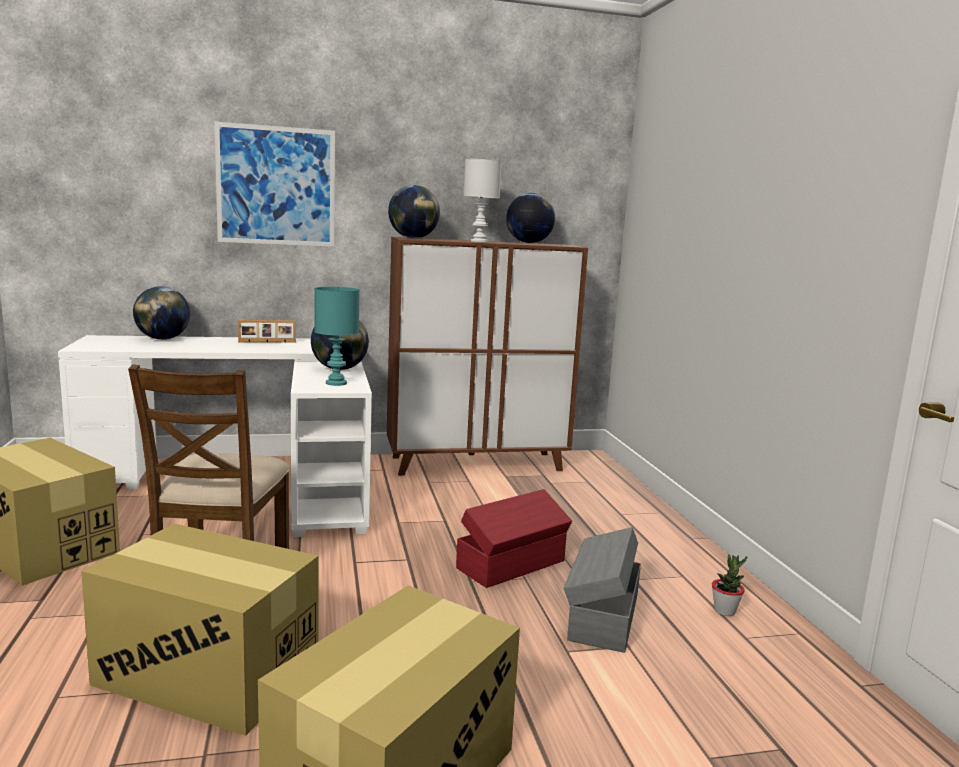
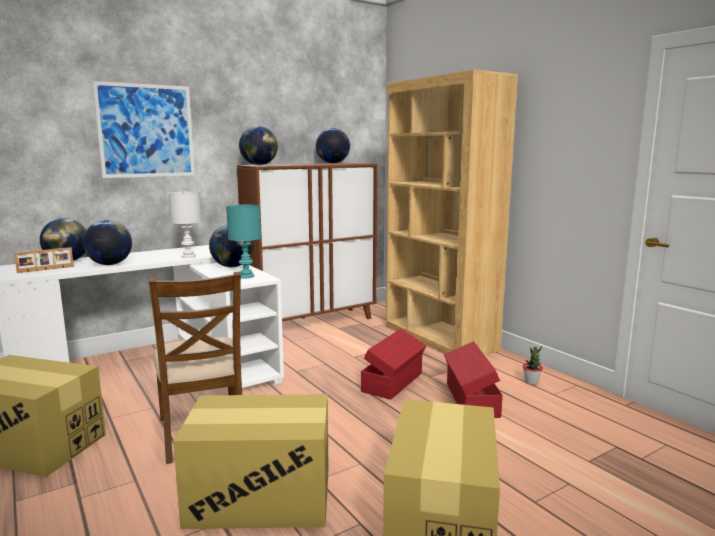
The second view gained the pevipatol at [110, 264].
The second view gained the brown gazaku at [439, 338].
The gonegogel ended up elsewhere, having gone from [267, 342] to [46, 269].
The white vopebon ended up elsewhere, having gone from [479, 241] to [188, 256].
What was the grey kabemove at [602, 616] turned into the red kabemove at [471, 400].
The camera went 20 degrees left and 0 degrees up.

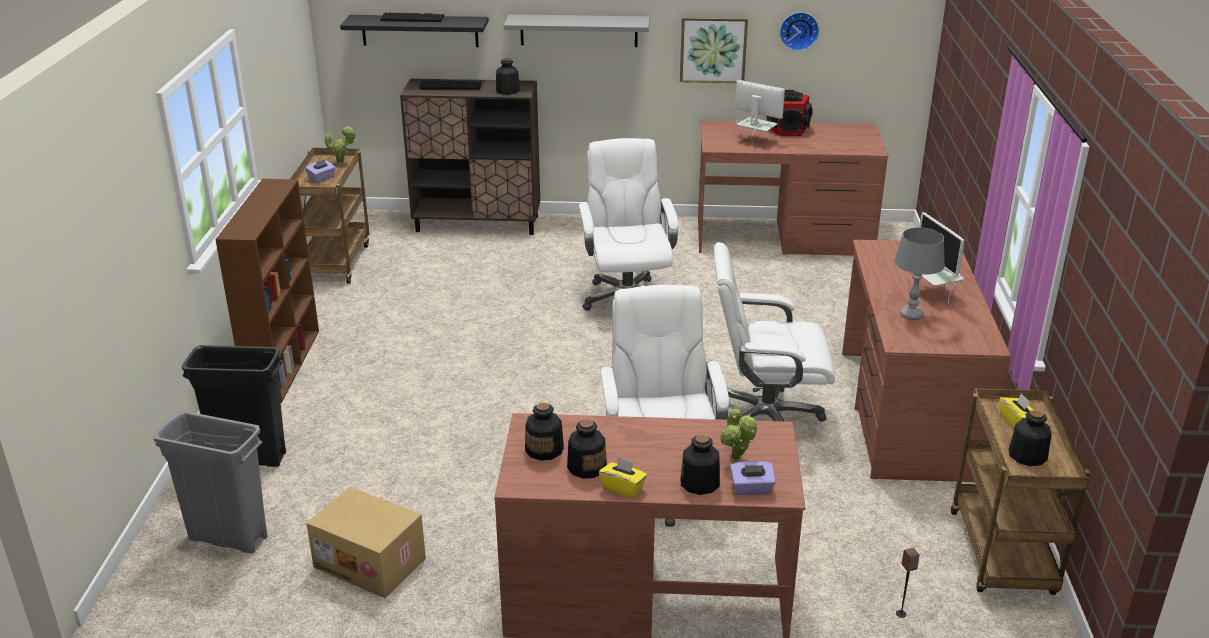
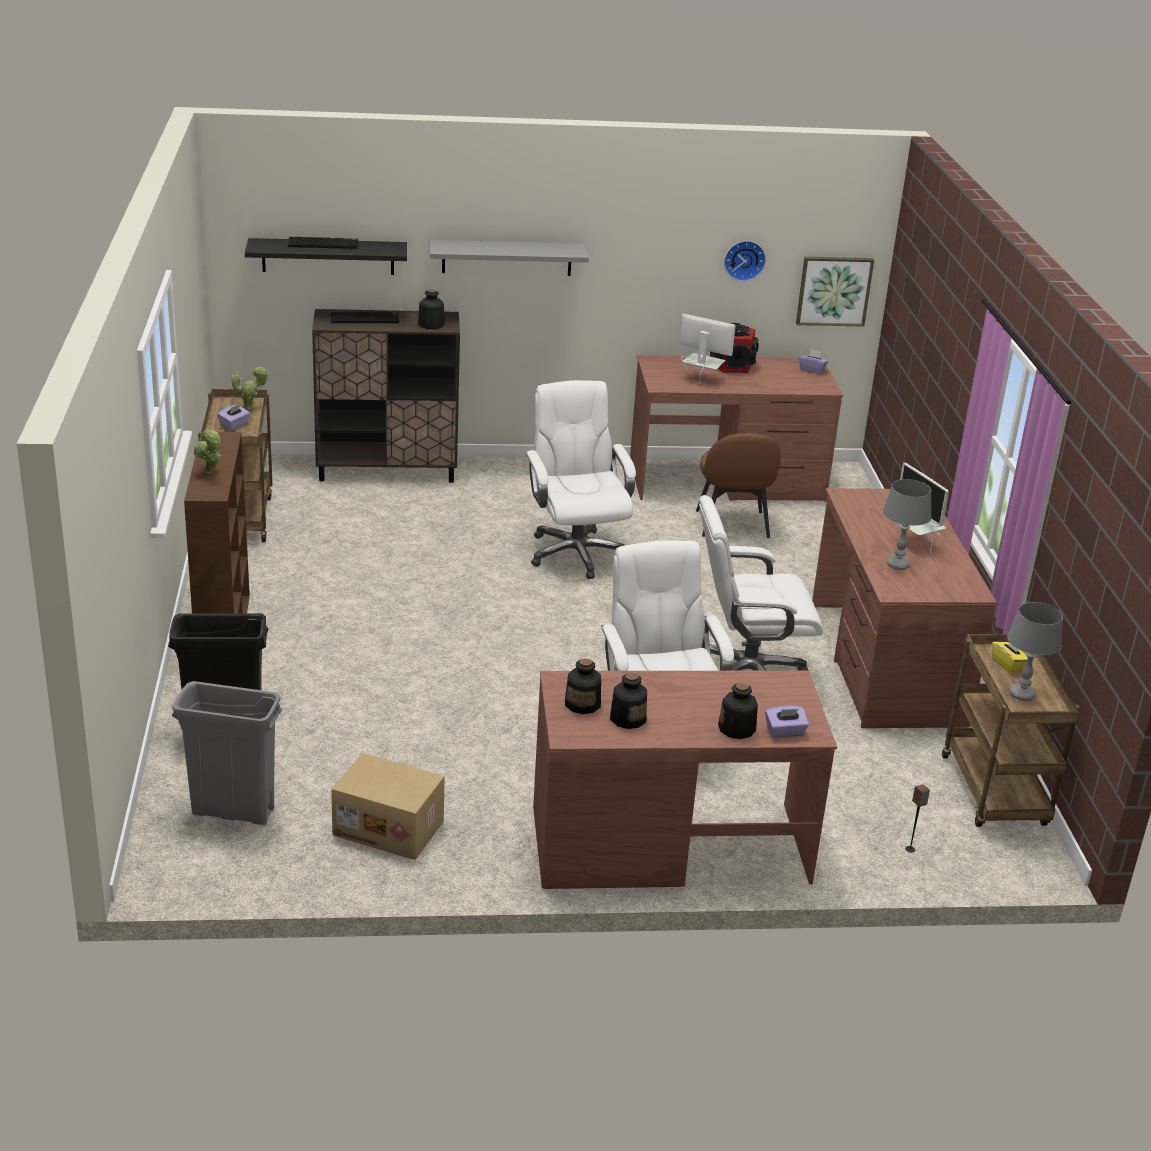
The second view lost the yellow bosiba at [623, 488].
The second view gained the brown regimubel at [732, 525].
The second view gained the purple bosiba at [812, 370].
The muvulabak ended up elsewhere, having gone from [713, 49] to [834, 290].
The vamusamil ended up elsewhere, having gone from [736, 460] to [210, 472].
Where the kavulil stood at [1027, 456], the grey vopebon came to stand at [1022, 695].
The camera went 10 degrees left and 0 degrees up.

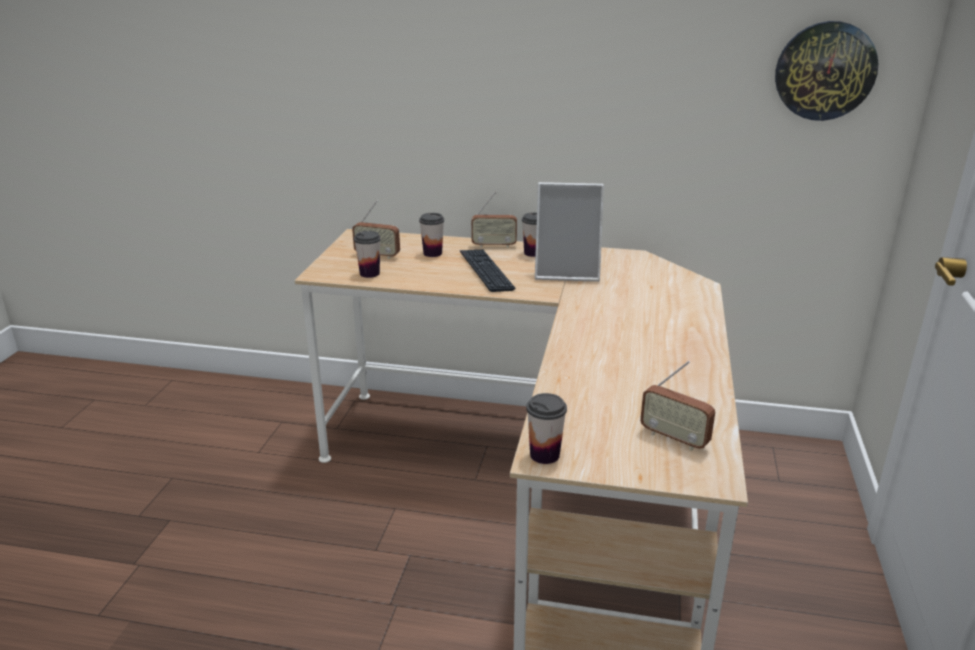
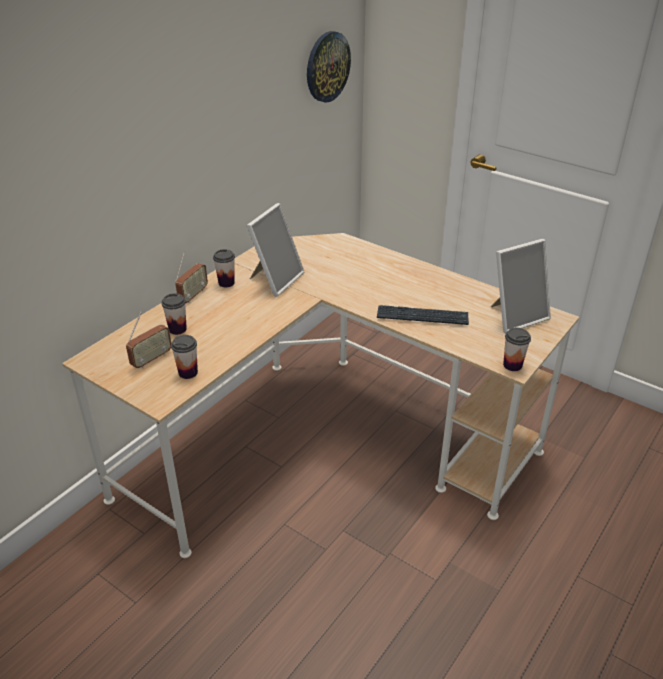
The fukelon ended up elsewhere, having gone from [486, 271] to [422, 317].
Where the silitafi stood at [674, 438], the gonegogel came to stand at [515, 316].
The camera went 65 degrees left and 10 degrees up.

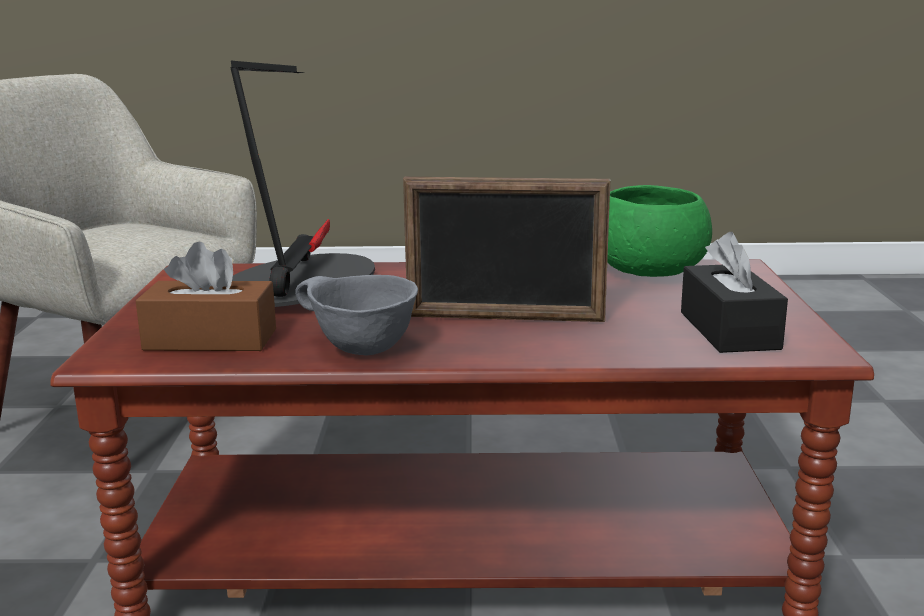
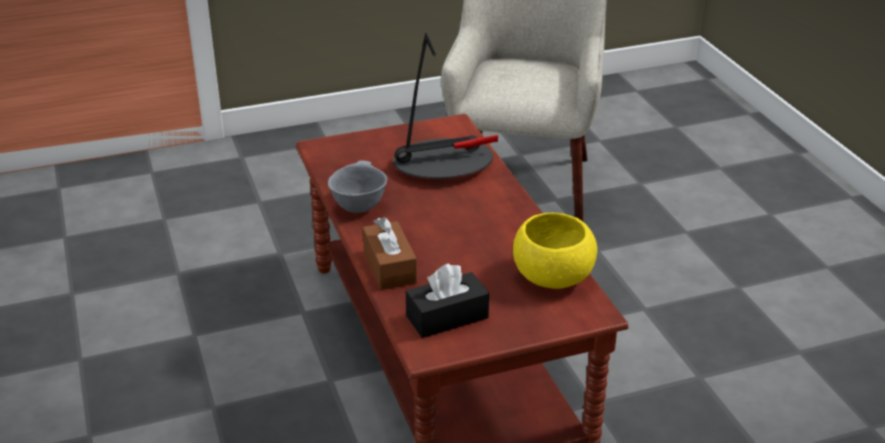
The second view lost the gonegogel at [505, 318].
The brown bosiba ended up elsewhere, having gone from [210, 339] to [389, 267].
What was the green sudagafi at [649, 273] turned into the yellow sudagafi at [552, 277].
The camera went 70 degrees right and 15 degrees up.

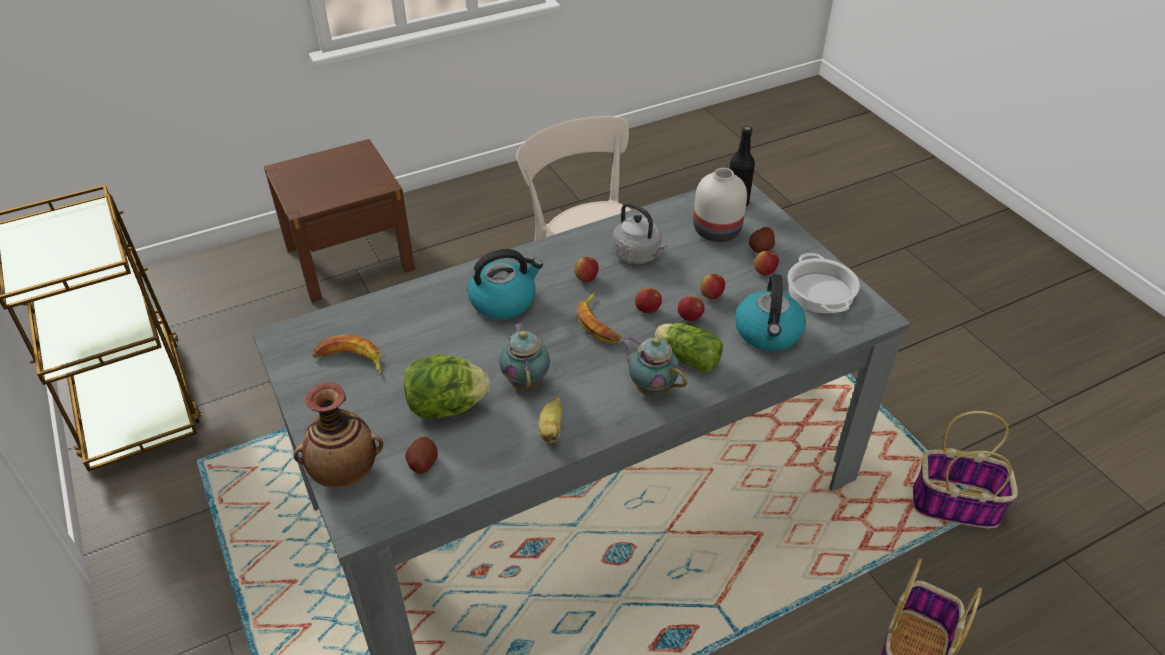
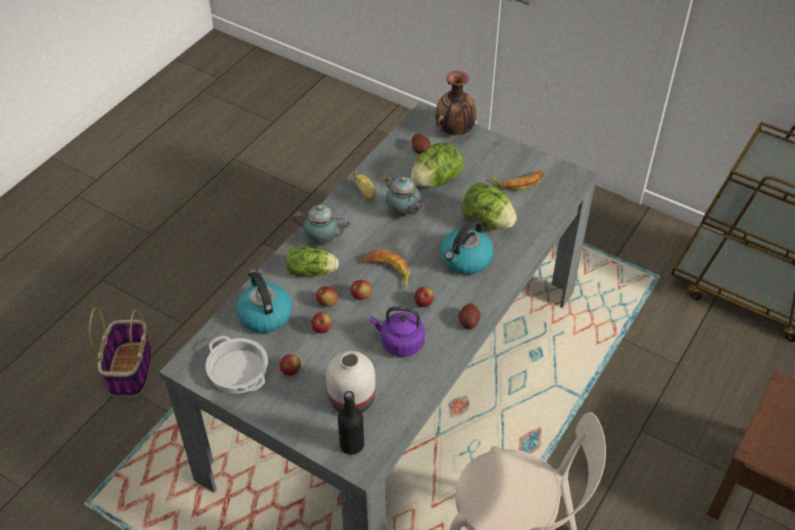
The second view lost the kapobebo at [956, 504].
The second view gained the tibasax at [486, 222].
The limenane ended up elsewhere, having gone from [761, 248] to [468, 322].
What was the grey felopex at [638, 255] turned into the purple felopex at [400, 343].
The camera went 150 degrees right and 5 degrees up.

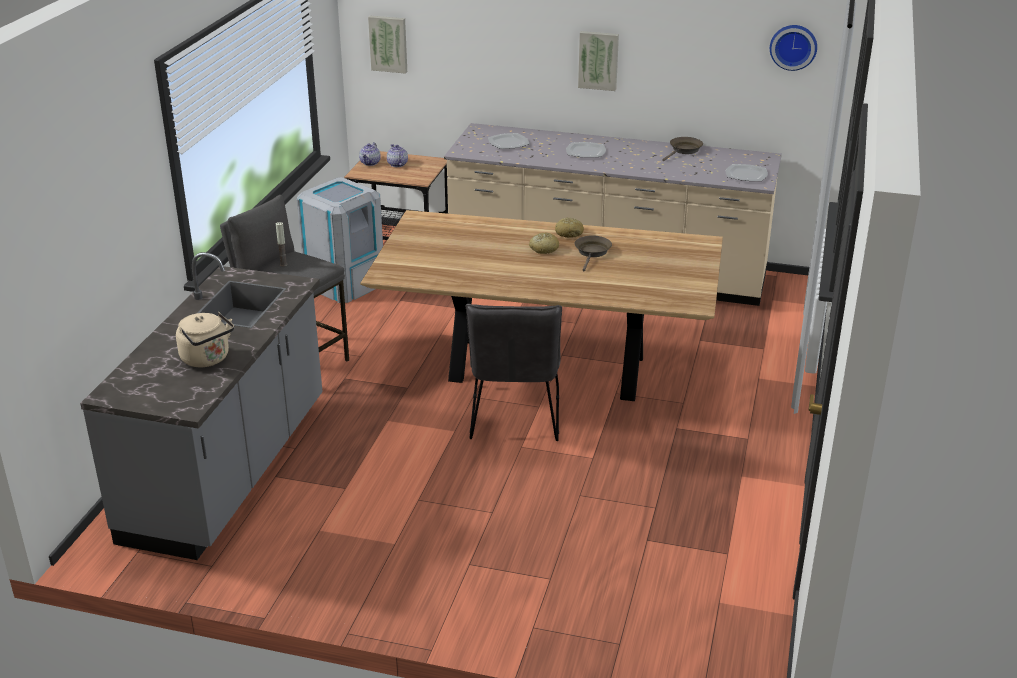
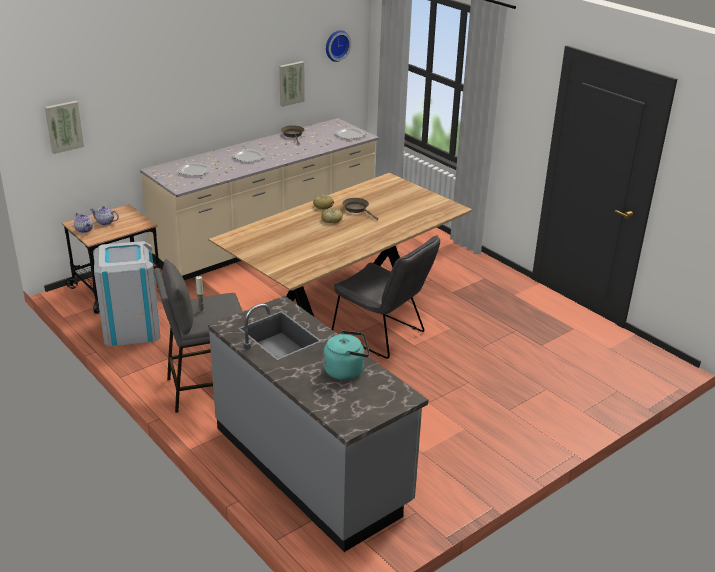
The muvulabak ended up elsewhere, having gone from [598, 60] to [291, 83].
What was the beige felopex at [207, 359] turned into the turquoise felopex at [346, 370].
The camera went 55 degrees left and 0 degrees up.

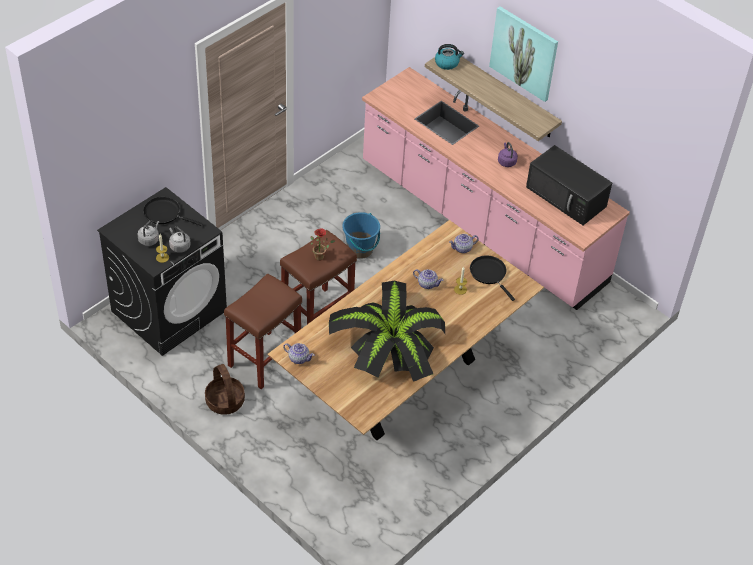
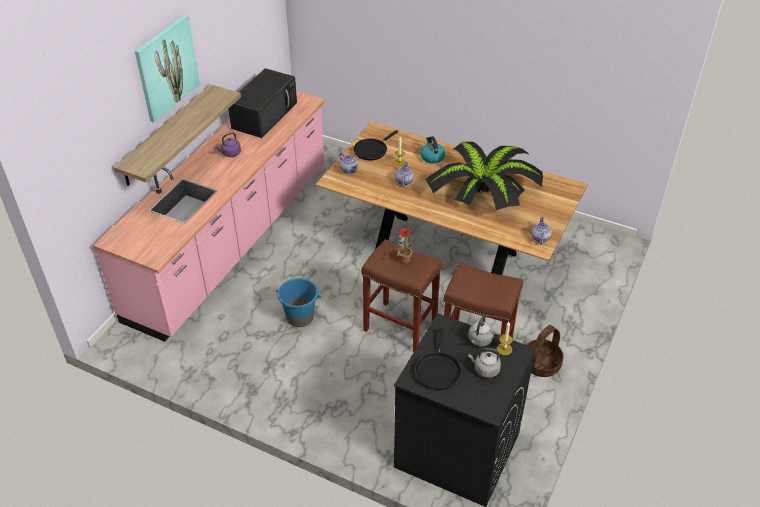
The felopex ended up elsewhere, having gone from [447, 63] to [432, 157].
The camera went 105 degrees left and 5 degrees down.

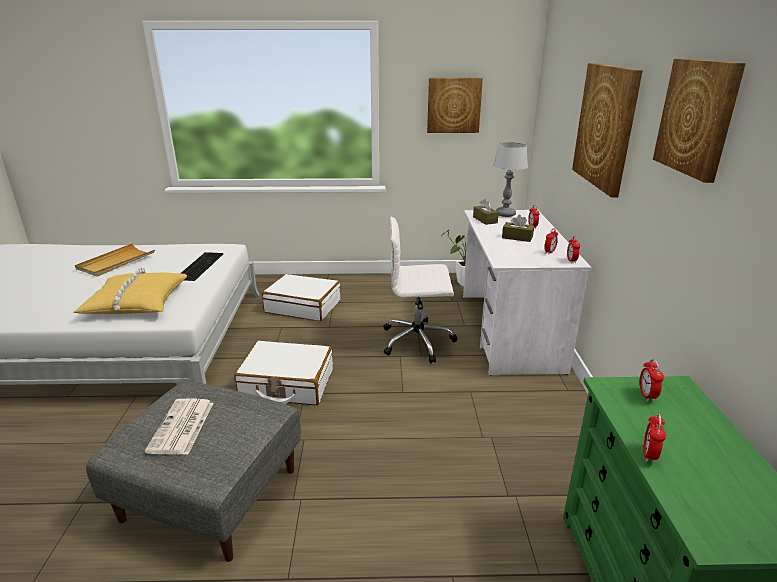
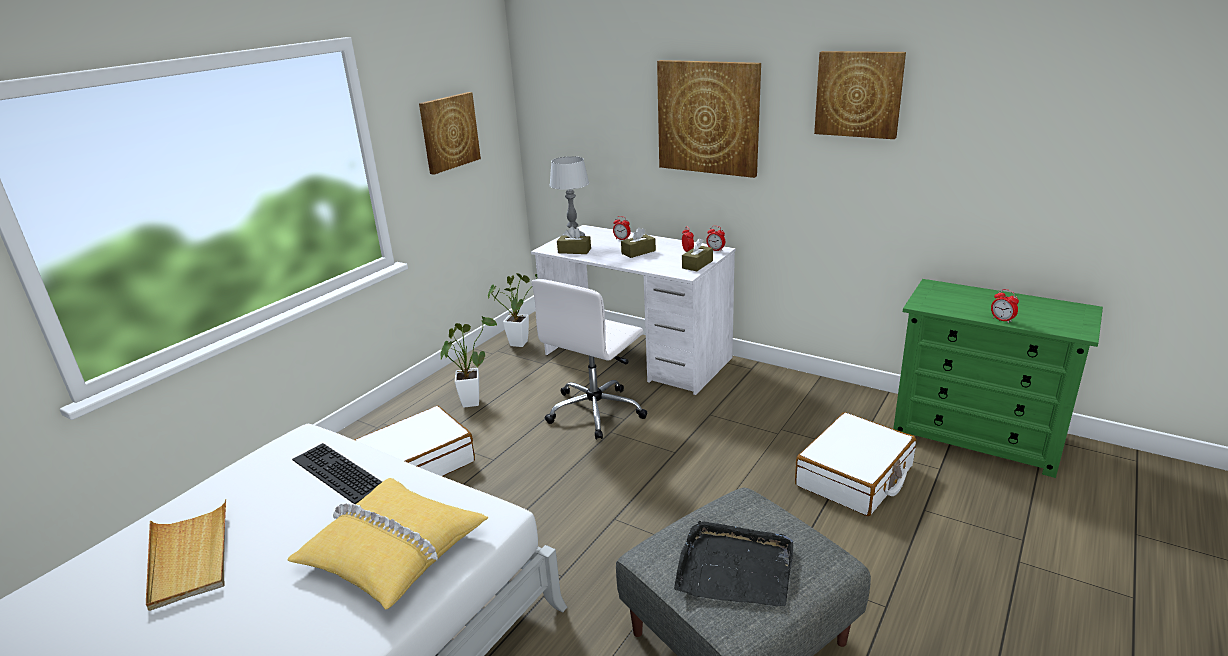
The second view lost the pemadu at [647, 395].
The second view gained the vamusamil at [471, 400].
The second view gained the brown bosiba at [697, 264].
The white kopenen ended up elsewhere, having gone from [287, 384] to [854, 477].
Where the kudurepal stood at [182, 427], the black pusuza came to stand at [734, 568].
The camera went 55 degrees left and 0 degrees up.

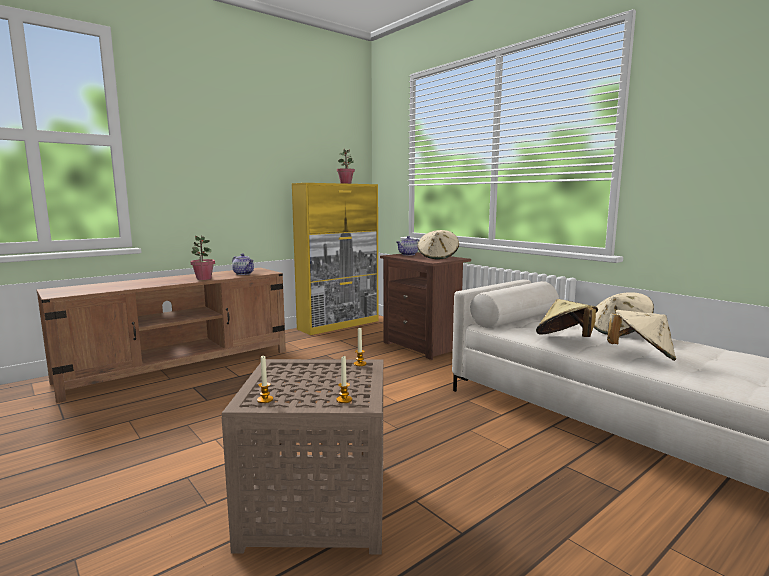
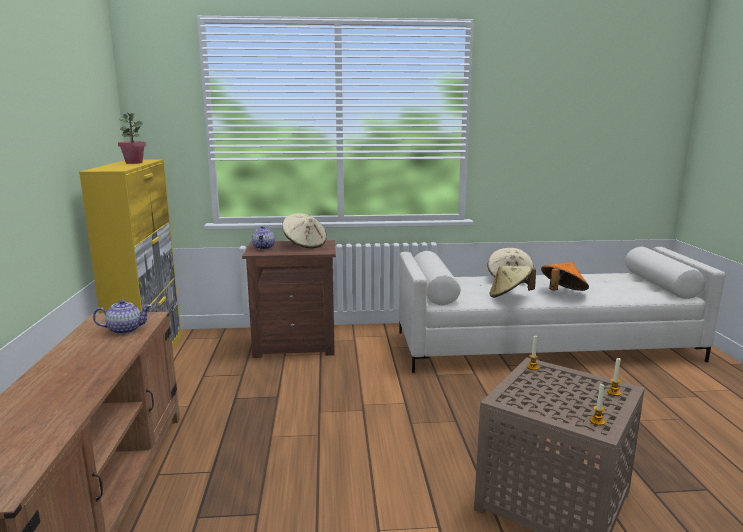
The second view lost the vamusamil at [203, 278].
What was the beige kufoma at [642, 355] turned into the orange kufoma at [562, 293].
The camera went 55 degrees left and 5 degrees up.

